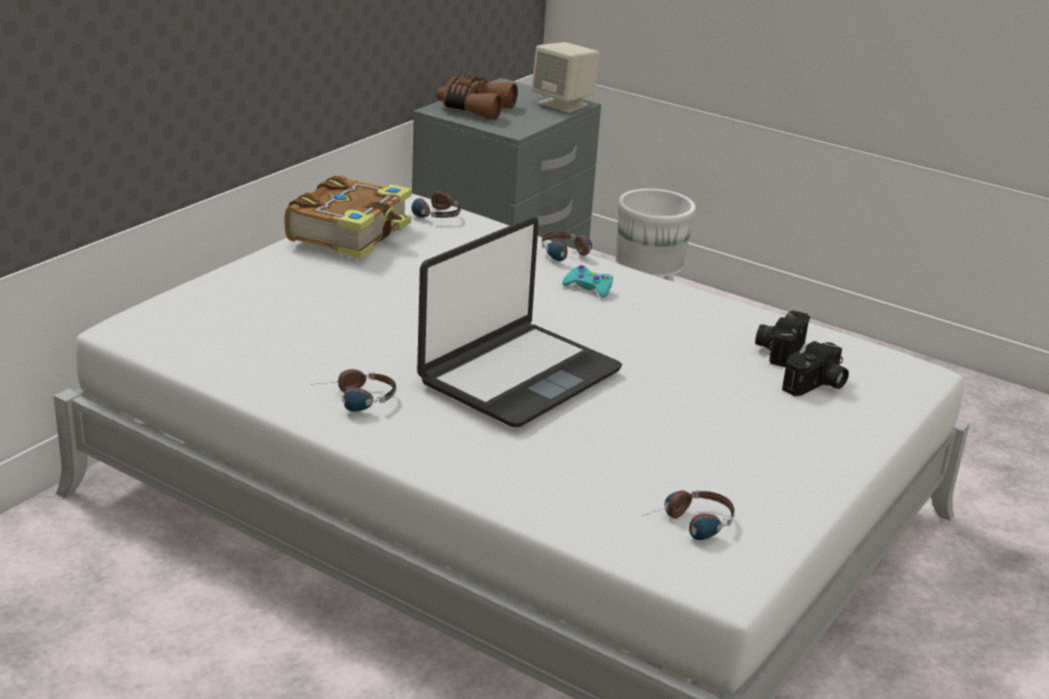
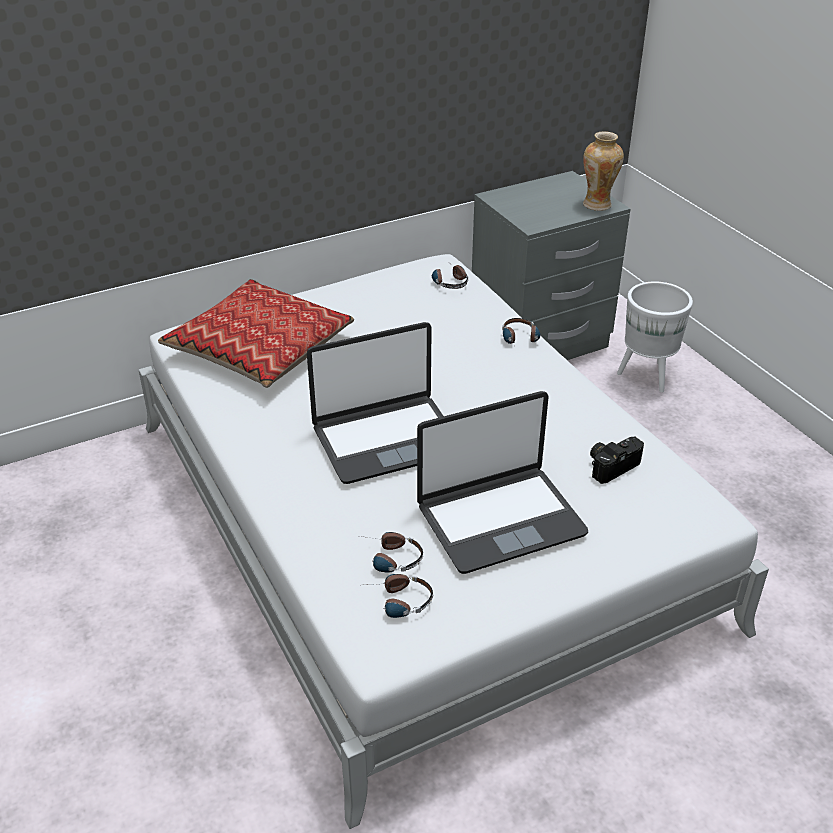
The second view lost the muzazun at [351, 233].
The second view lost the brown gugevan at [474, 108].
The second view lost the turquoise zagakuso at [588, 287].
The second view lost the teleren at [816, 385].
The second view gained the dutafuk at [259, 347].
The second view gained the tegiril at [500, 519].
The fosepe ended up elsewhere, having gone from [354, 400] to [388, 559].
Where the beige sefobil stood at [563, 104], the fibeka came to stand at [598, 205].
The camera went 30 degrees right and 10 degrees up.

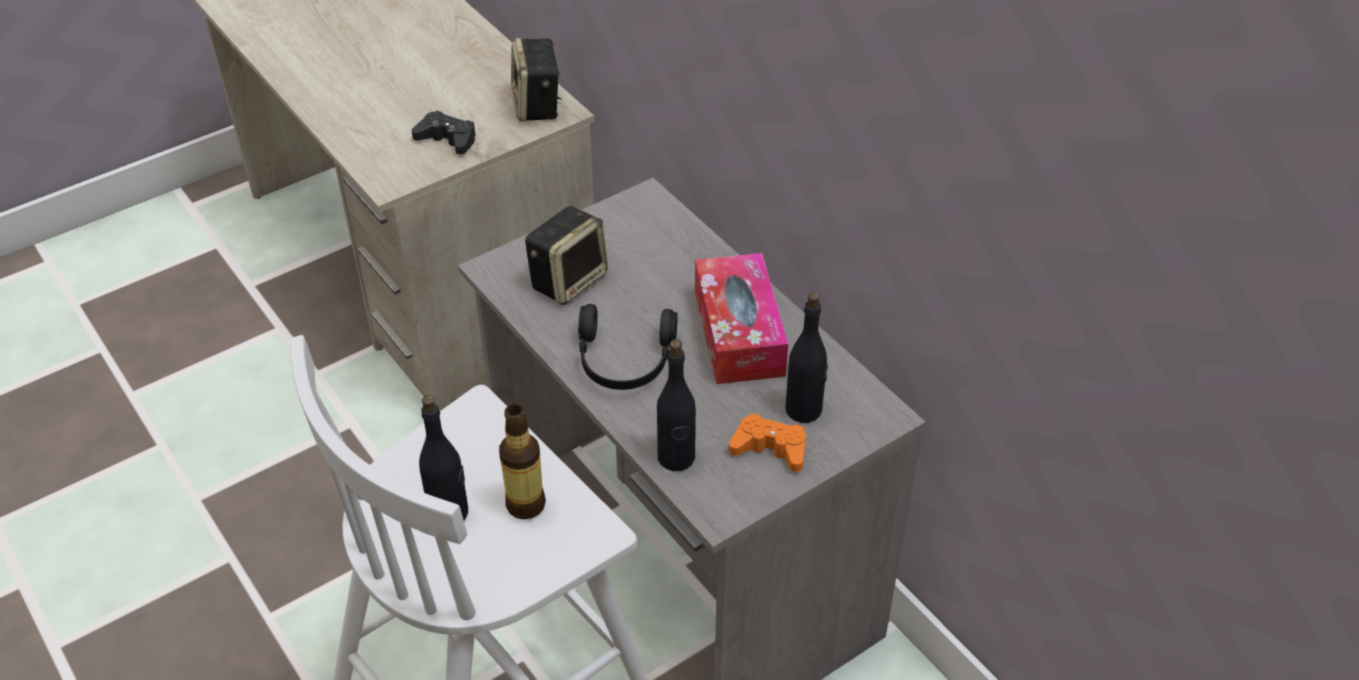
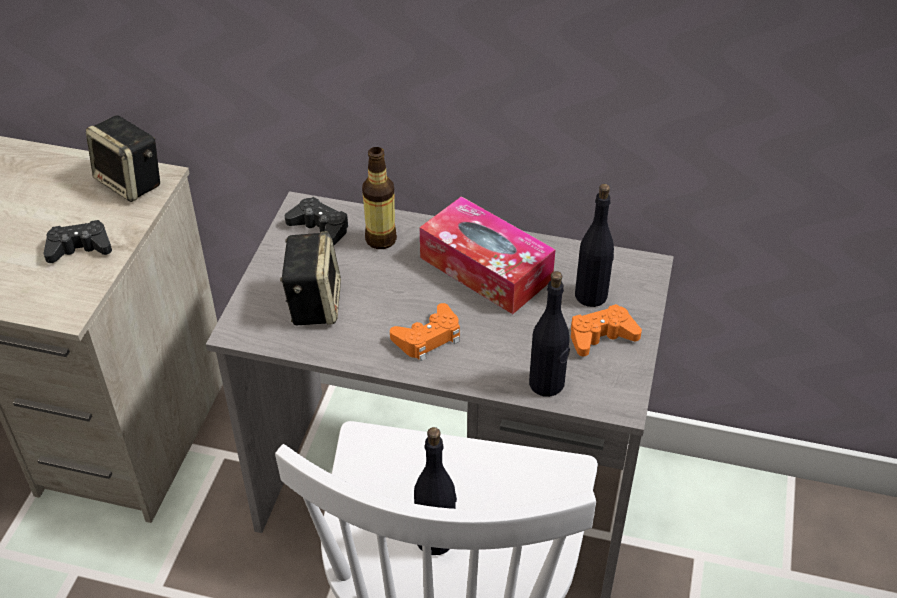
The second view gained the black zagakuso at [320, 227].
The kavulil ended up elsewhere, having gone from [525, 505] to [381, 239].
Where the black fosepe stood at [624, 361], the orange zagakuso came to stand at [428, 338].
The camera went 40 degrees left and 0 degrees up.

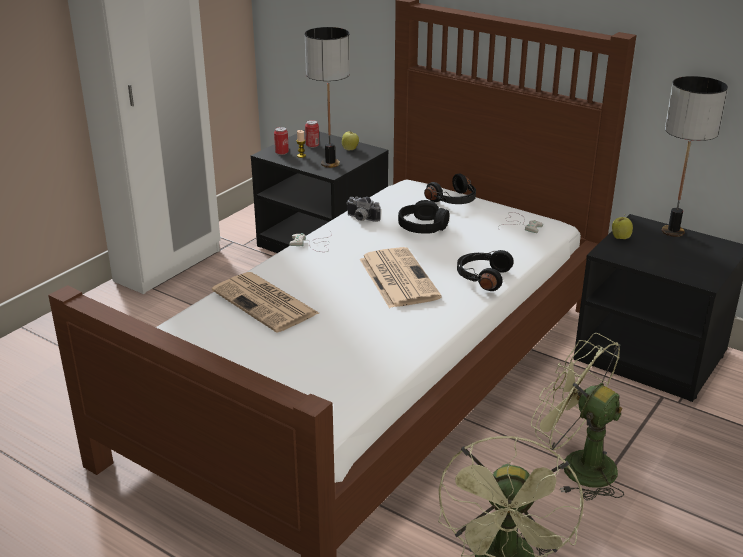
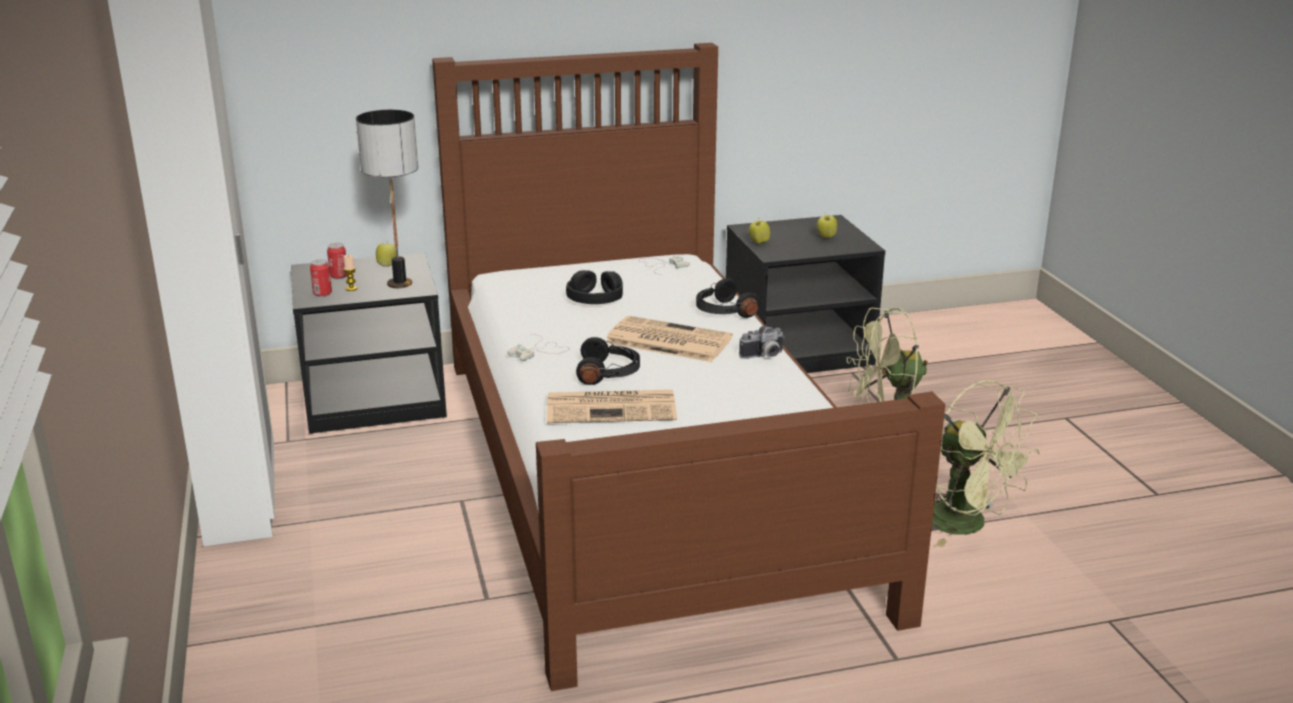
The second view lost the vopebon at [672, 232].
The second view gained the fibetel at [826, 237].
The teleren ended up elsewhere, having gone from [361, 219] to [764, 356].
The black fosepe ended up elsewhere, having gone from [454, 200] to [609, 373].
The camera went 50 degrees left and 5 degrees down.

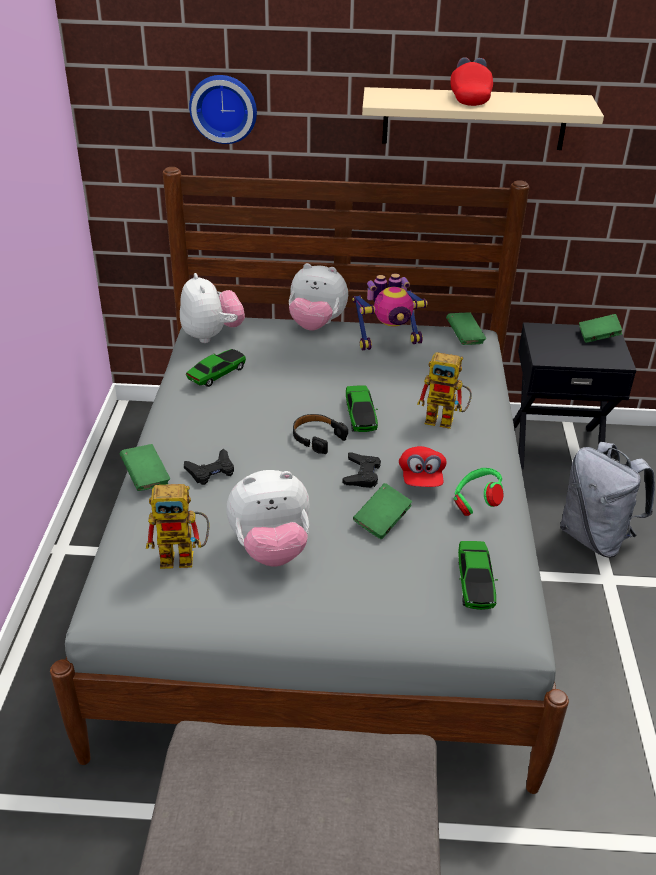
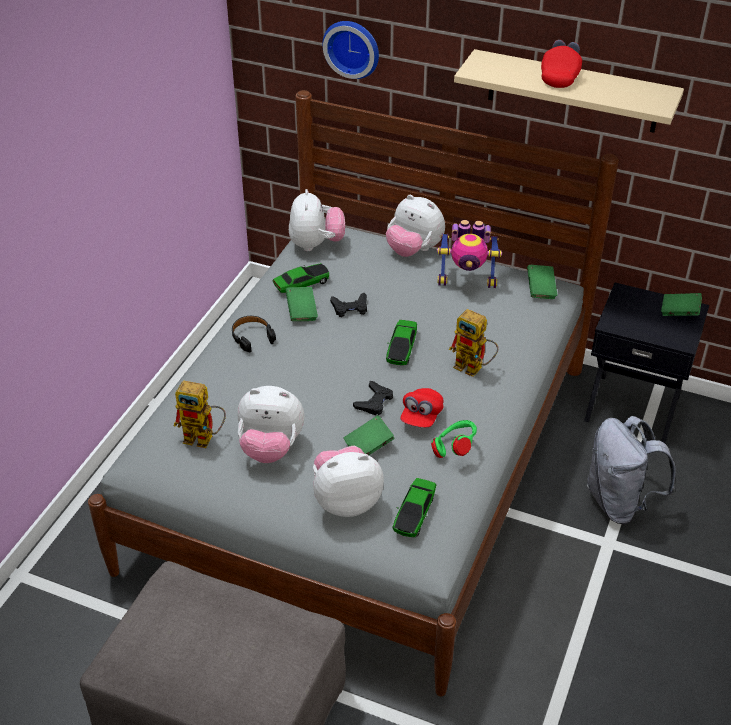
The second view gained the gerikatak at [346, 501].
The green muzazun ended up elsewhere, having gone from [146, 477] to [302, 312].
The black zagakuso ended up elsewhere, having gone from [211, 471] to [350, 308].
The black fosepe ended up elsewhere, having gone from [317, 437] to [252, 337].
The camera went 20 degrees right and 5 degrees up.

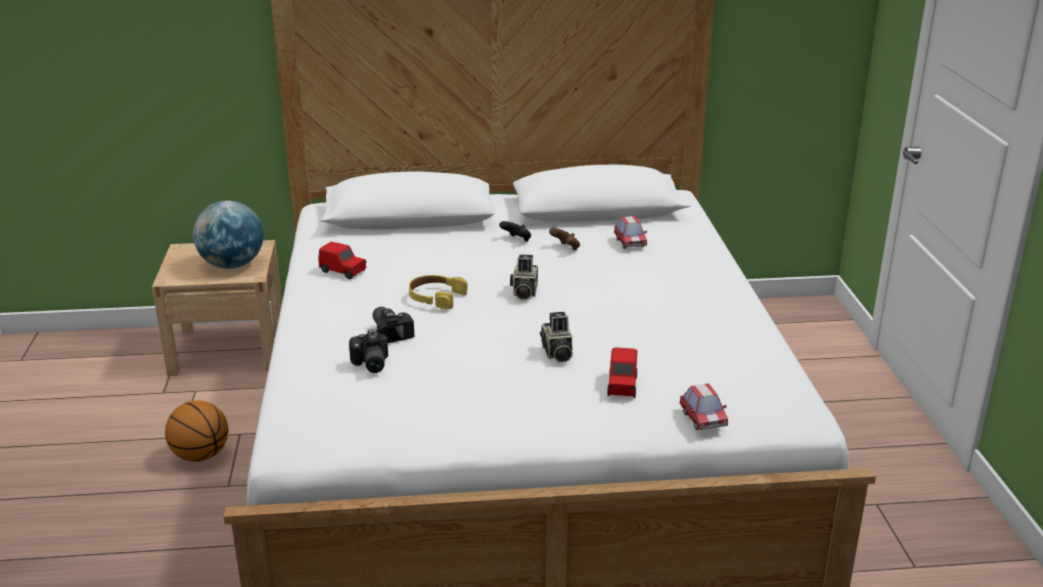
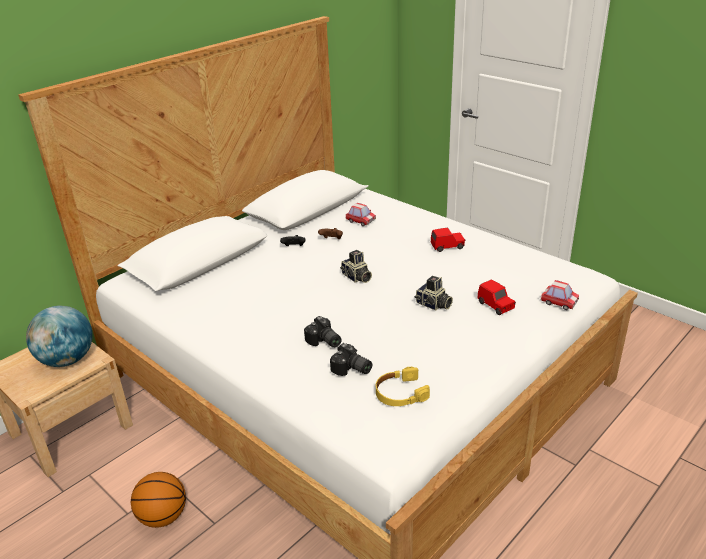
The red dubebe ended up elsewhere, having gone from [343, 271] to [447, 246].
The yellow fosepe ended up elsewhere, having gone from [436, 297] to [400, 393].
The teleren at [392, 331] ended up facing another way, 150 degrees counterclockwise from before.
The camera went 40 degrees left and 5 degrees up.

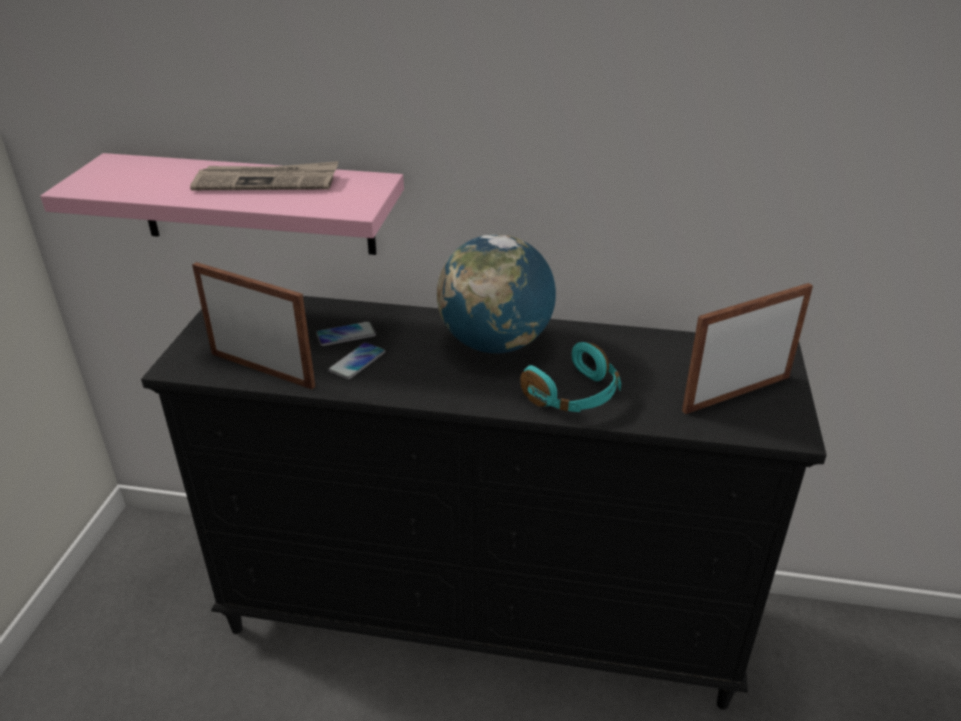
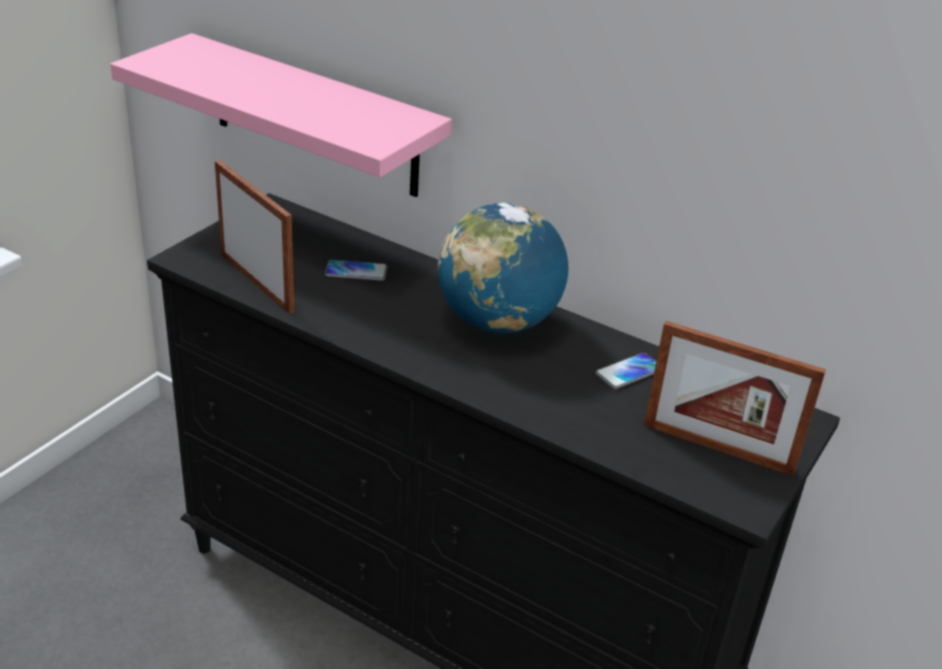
The second view lost the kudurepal at [267, 181].
The second view lost the turquoise fosepe at [574, 396].
The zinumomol ended up elsewhere, having gone from [357, 362] to [629, 372].
The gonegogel at [736, 393] ended up facing another way, 150 degrees counterclockwise from before.
The camera went 20 degrees right and 0 degrees up.

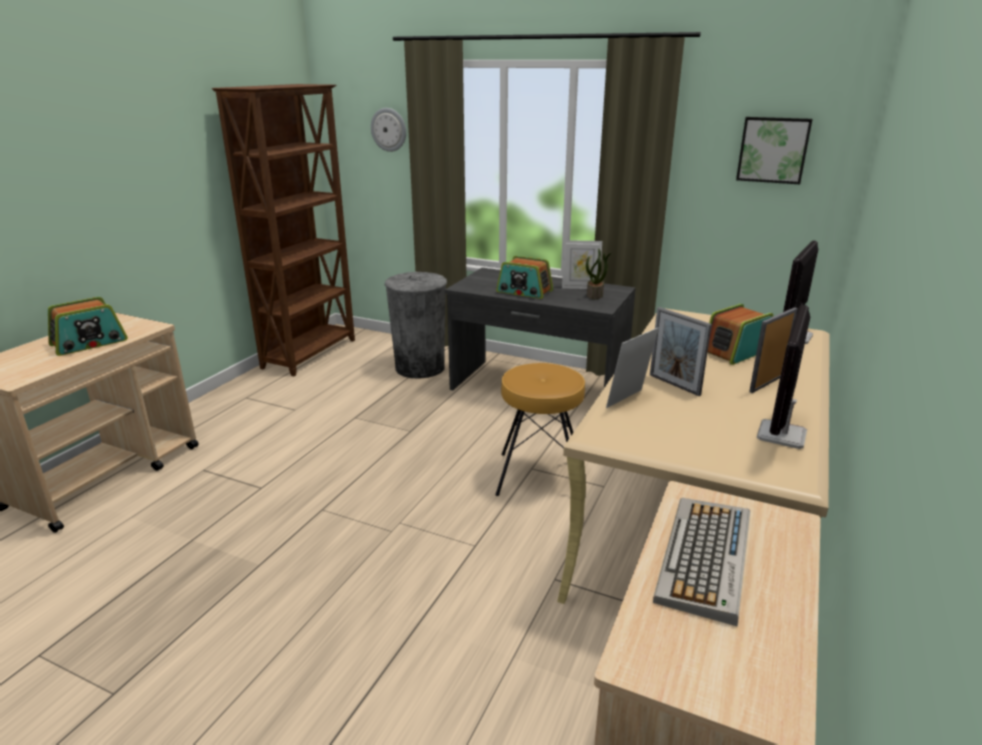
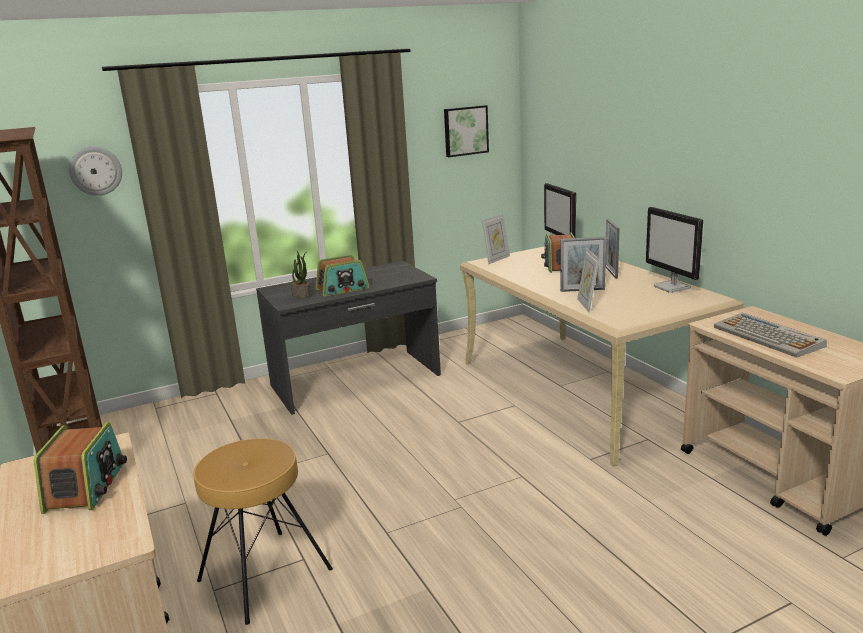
The second view lost the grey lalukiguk at [420, 367].
The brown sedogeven ended up elsewhere, having gone from [540, 475] to [264, 574].
The gonegogel ended up elsewhere, having gone from [580, 287] to [496, 259].
The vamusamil ended up elsewhere, having gone from [595, 295] to [301, 295].
The camera went 50 degrees left and 5 degrees down.

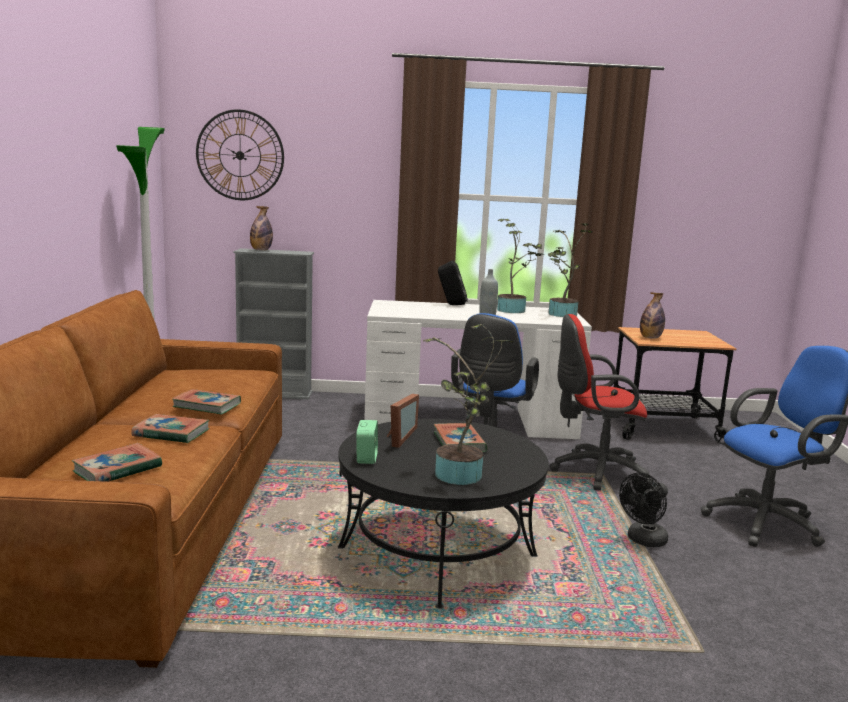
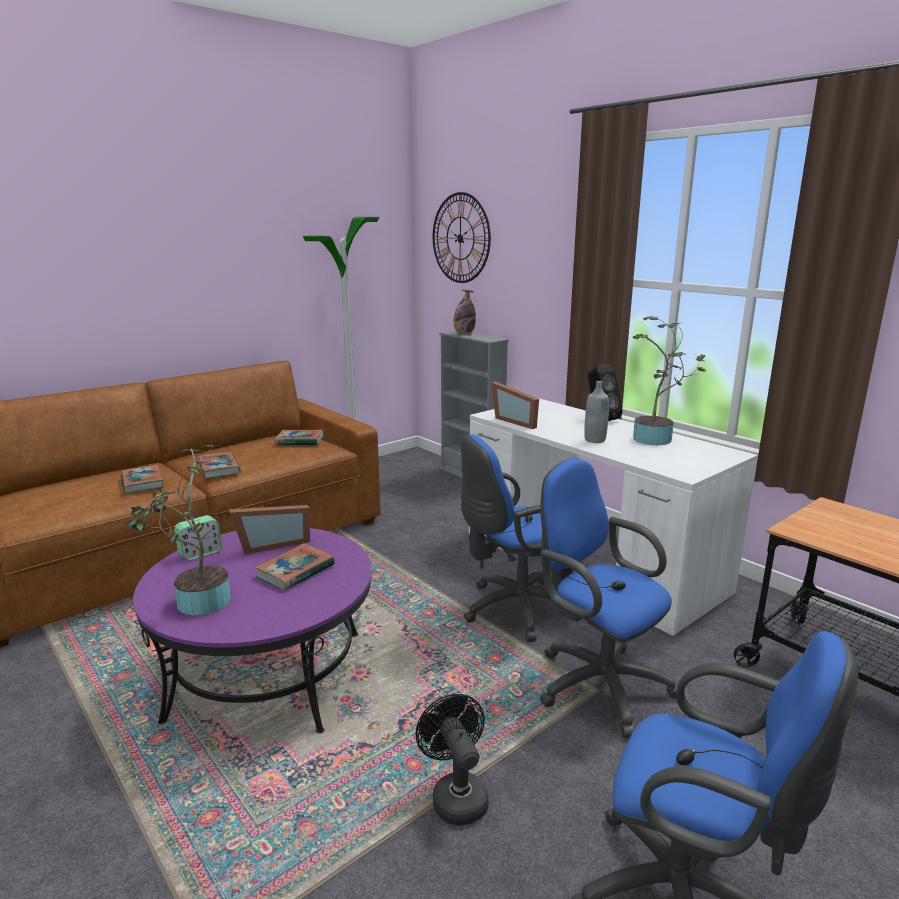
The second view lost the vamusamil at [561, 315].
The second view lost the kavulil at [650, 338].
The second view gained the gonegogel at [517, 421].
The muzazun ended up elsewhere, having gone from [117, 469] to [299, 441].
What was the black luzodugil at [437, 552] turned into the purple luzodugil at [267, 675].
What was the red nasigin at [594, 472] turned into the blue nasigin at [596, 682].
The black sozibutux at [643, 541] ended up facing another way, 60 degrees clockwise from before.
The camera went 50 degrees right and 5 degrees up.

